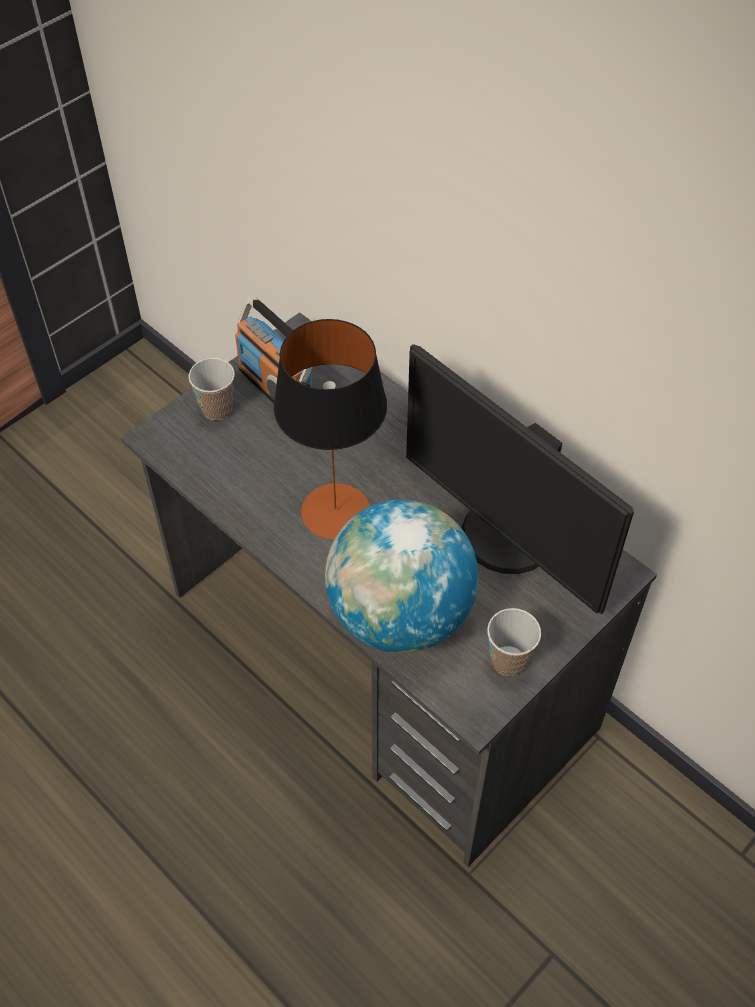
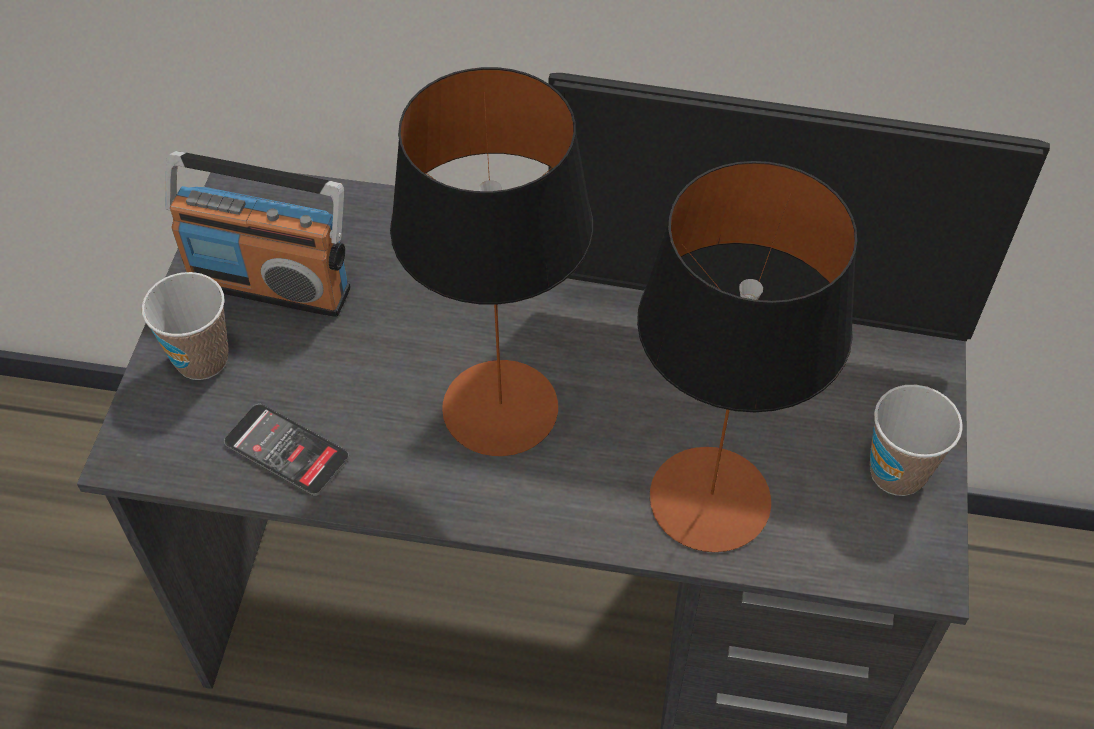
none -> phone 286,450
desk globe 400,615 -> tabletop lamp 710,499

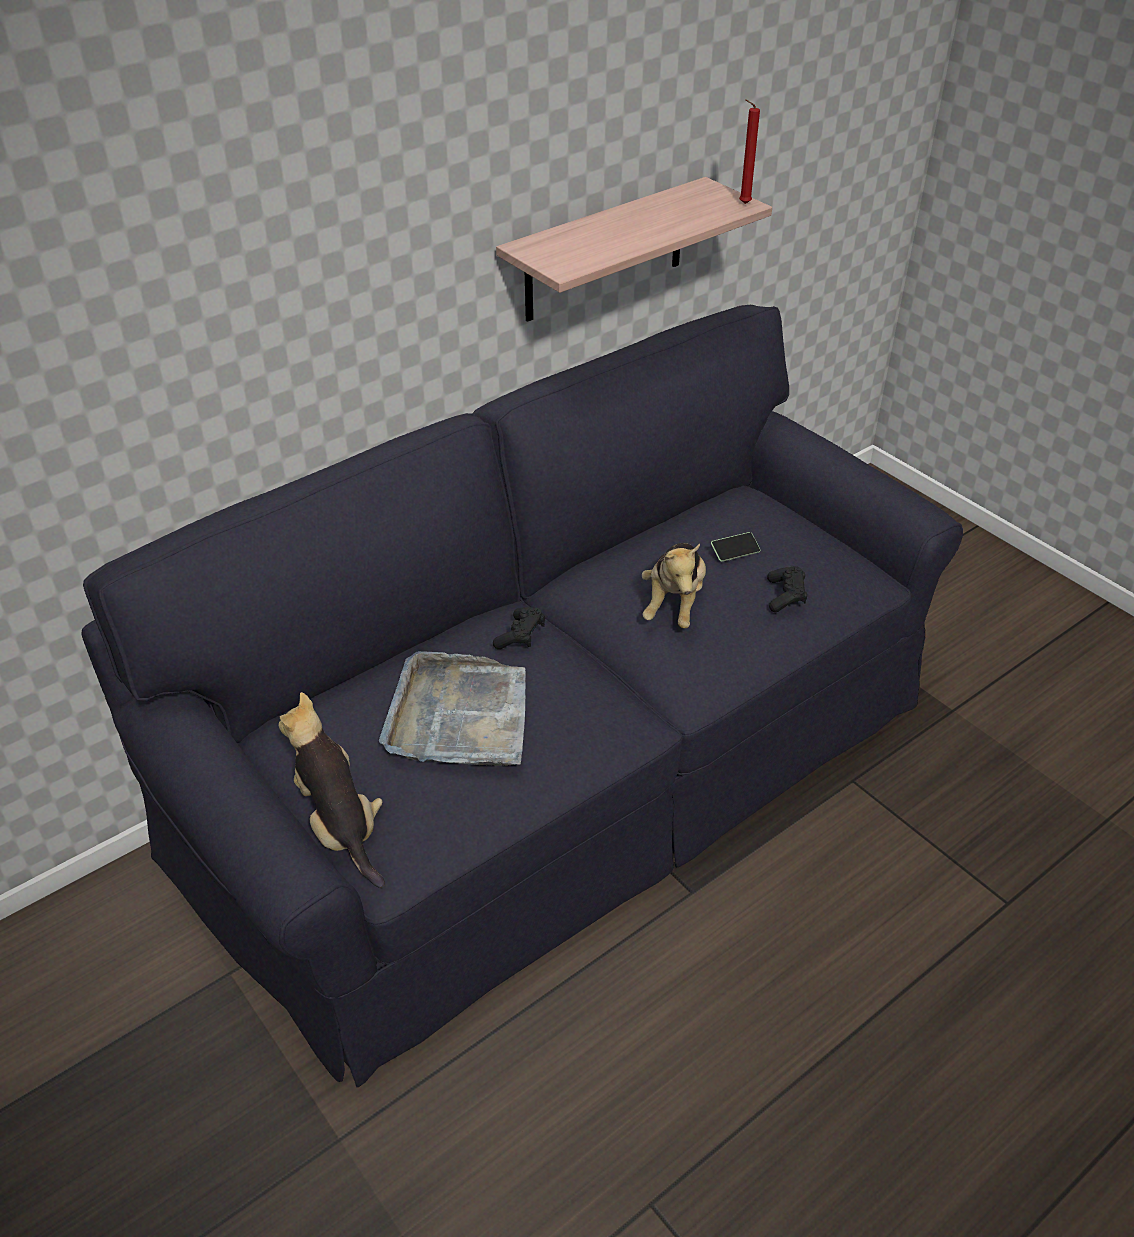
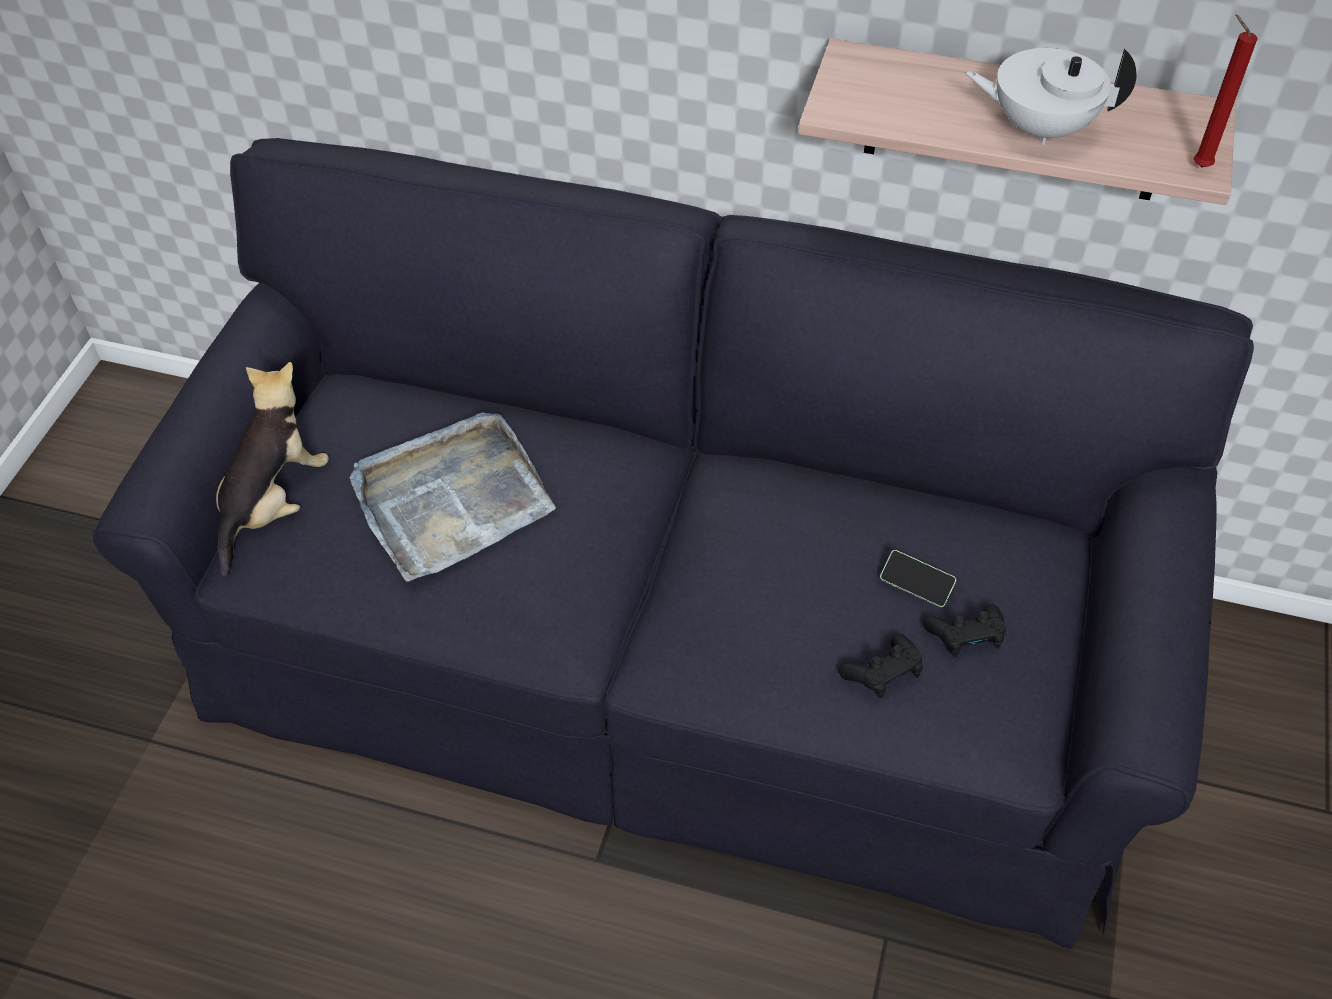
soft toy 674,604 -> none
none -> white teapot 1040,128
black-coloured joypad 521,636 -> black-coloured joypad 966,637, relocated

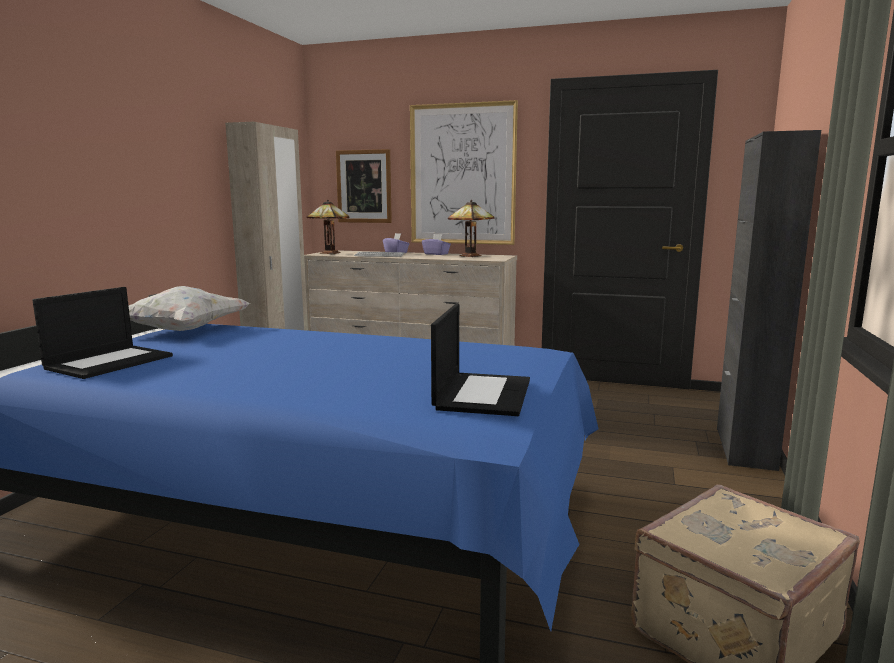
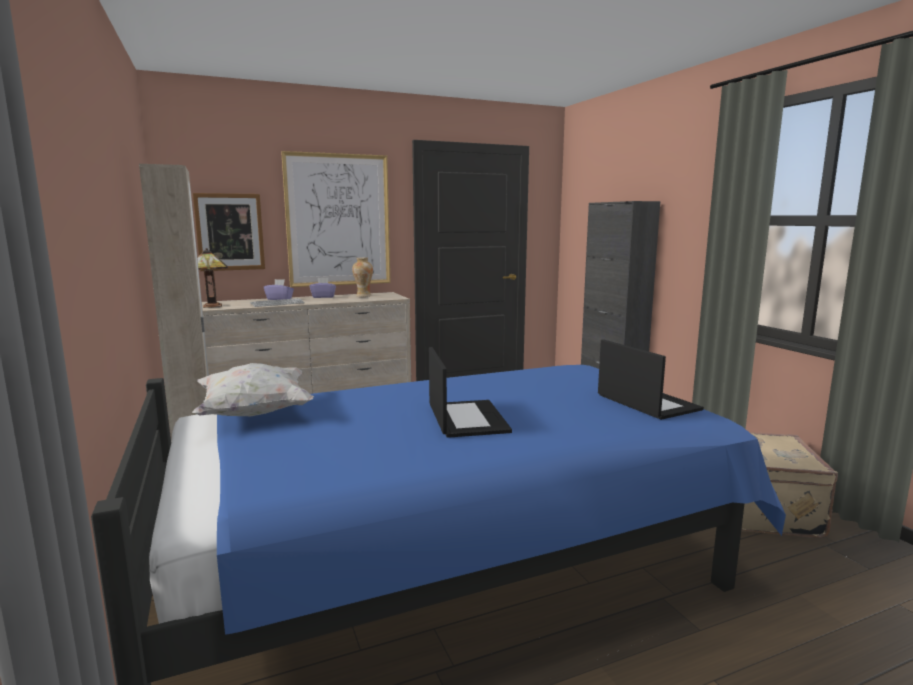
notebook computer 110,362 -> notebook computer 466,418, relocated
tabletop lamp 472,256 -> flower vase 363,296

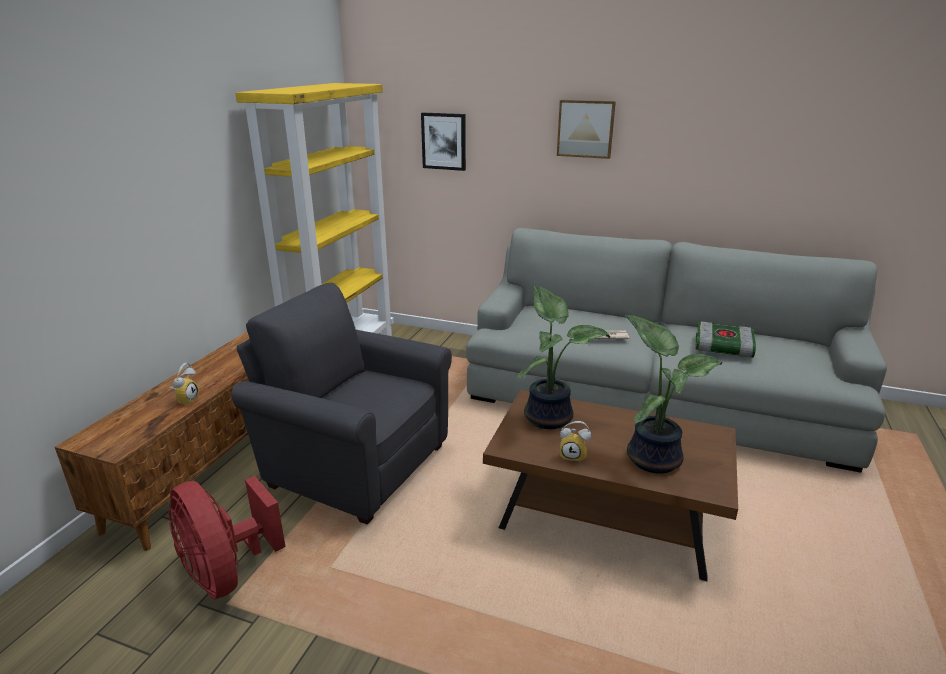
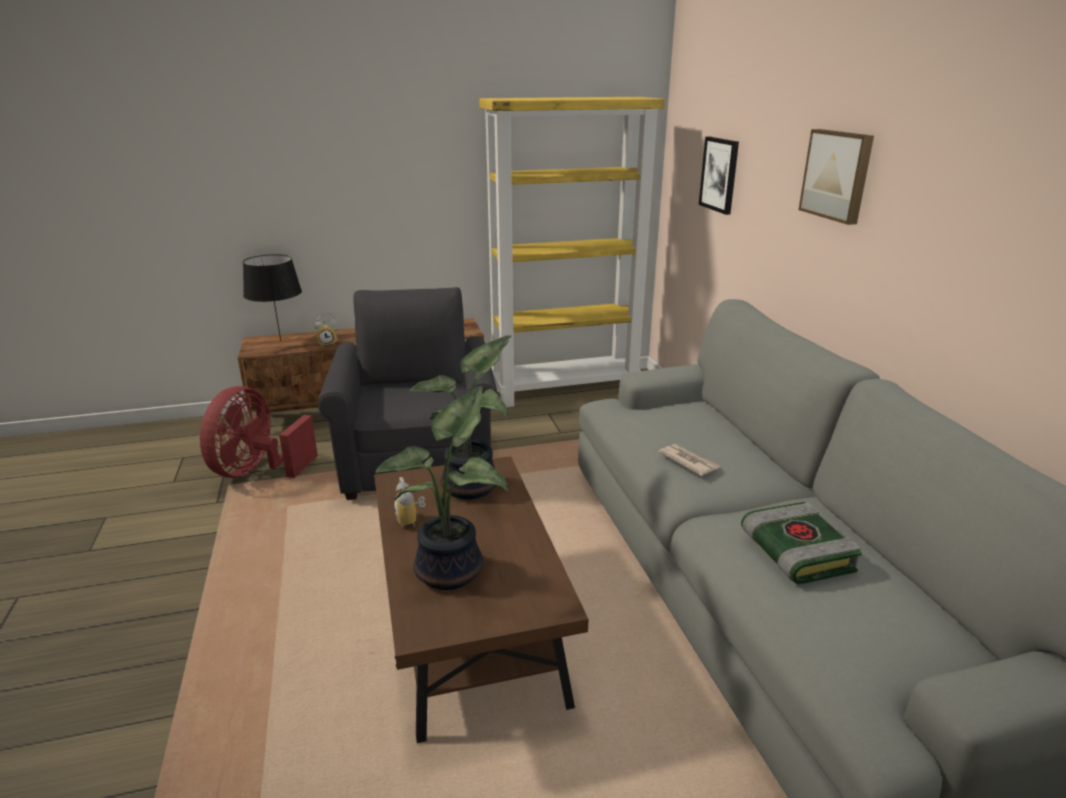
none -> black-coloured tabletop lamp 280,340

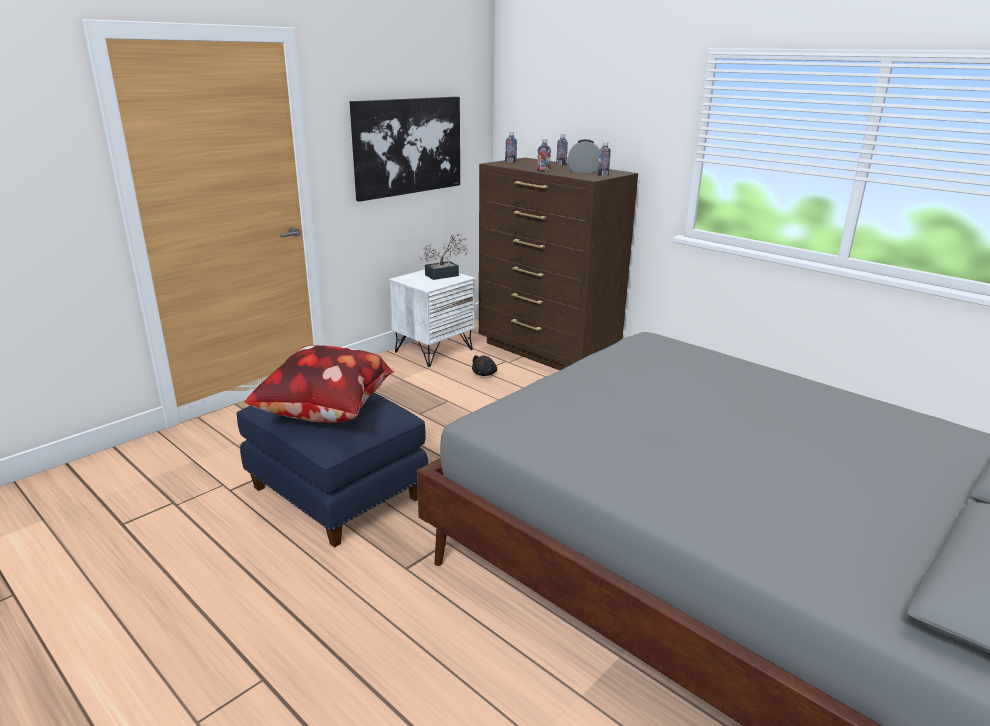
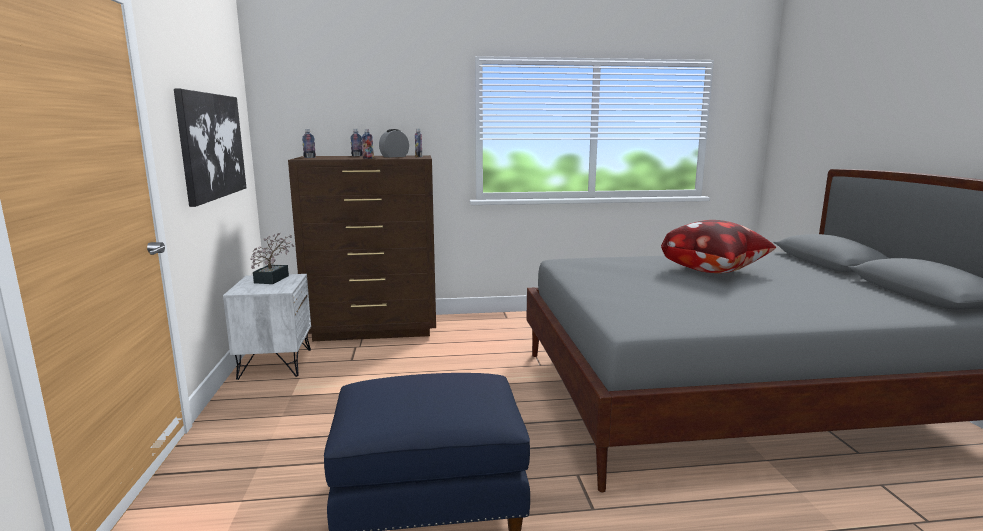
black-coloured soft toy 485,374 -> none
throw pillow 326,415 -> throw pillow 715,271, relocated

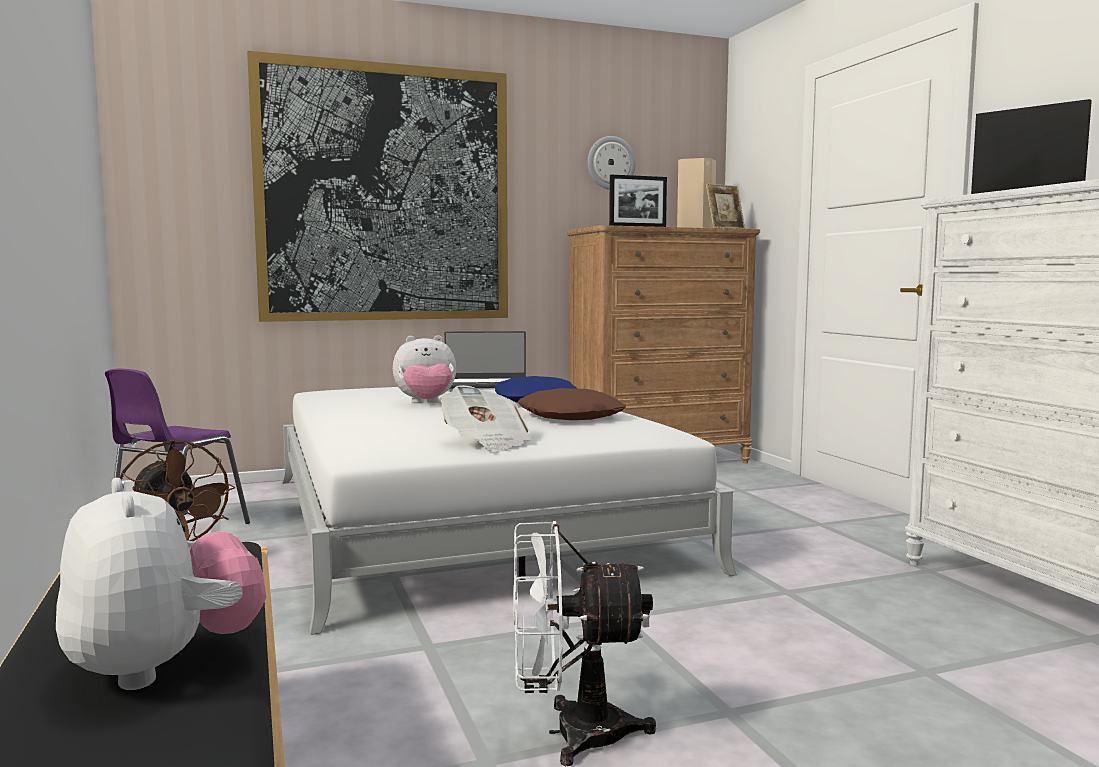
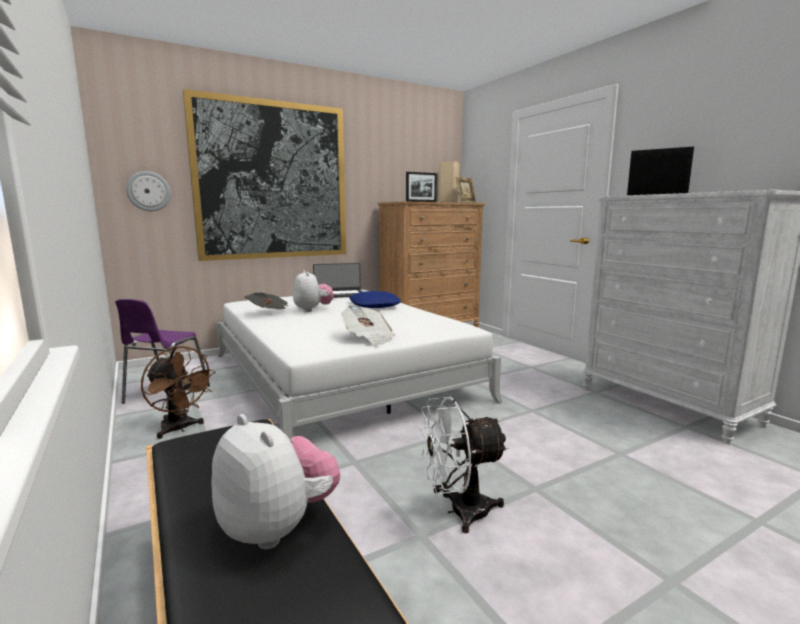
brown-coloured throw pillow 571,417 -> none
none -> newspaper 269,313
hanging clock 611,163 -> hanging clock 148,191, relocated
soft toy 426,403 -> soft toy 312,310, 90 degrees counterclockwise

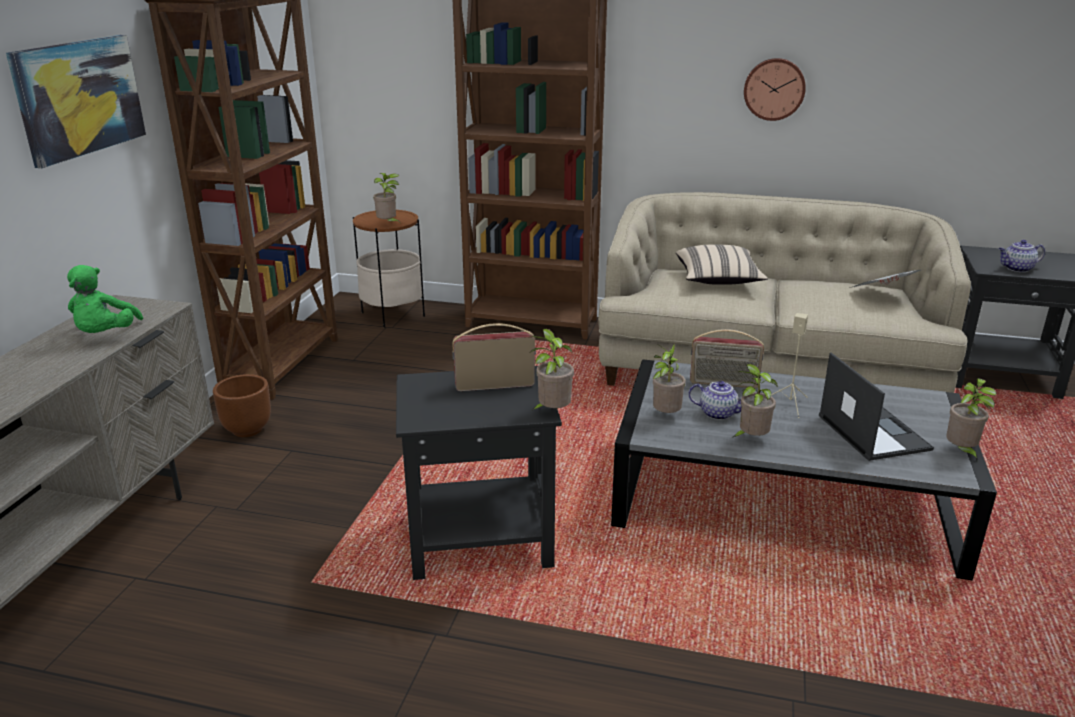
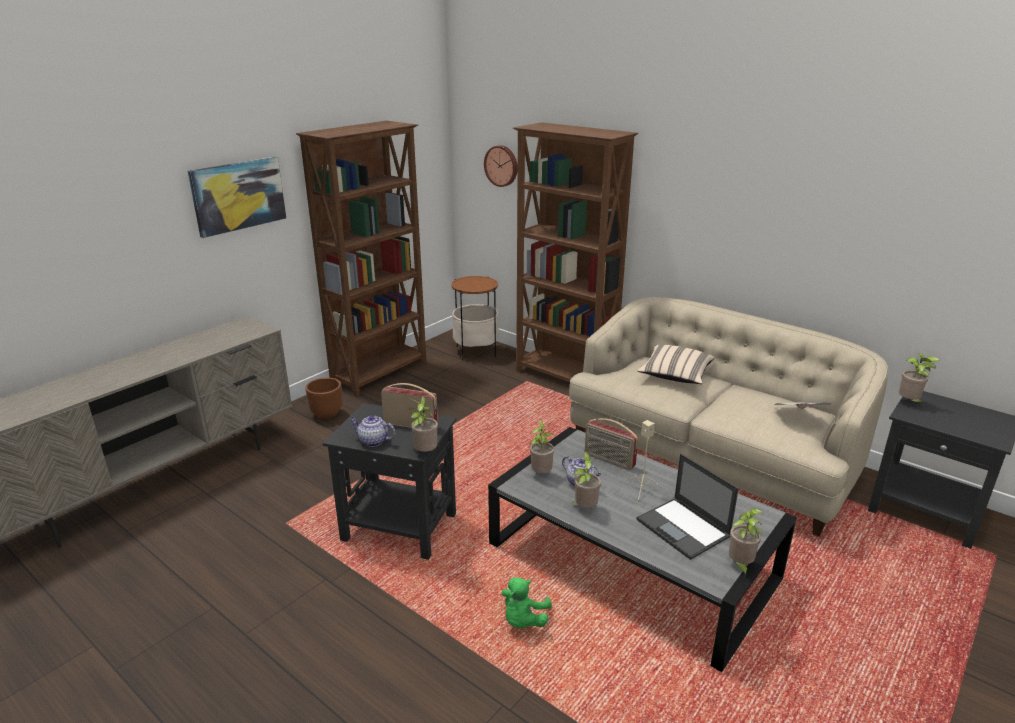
greenish soft toy 105,335 -> greenish soft toy 523,621, relocated
potted plant 388,224 -> potted plant 909,402, relocated
hanging clock 774,89 -> hanging clock 502,165, relocated
teapot 1016,269 -> teapot 373,441, relocated
notebook computer 872,432 -> notebook computer 684,528, 135 degrees clockwise

